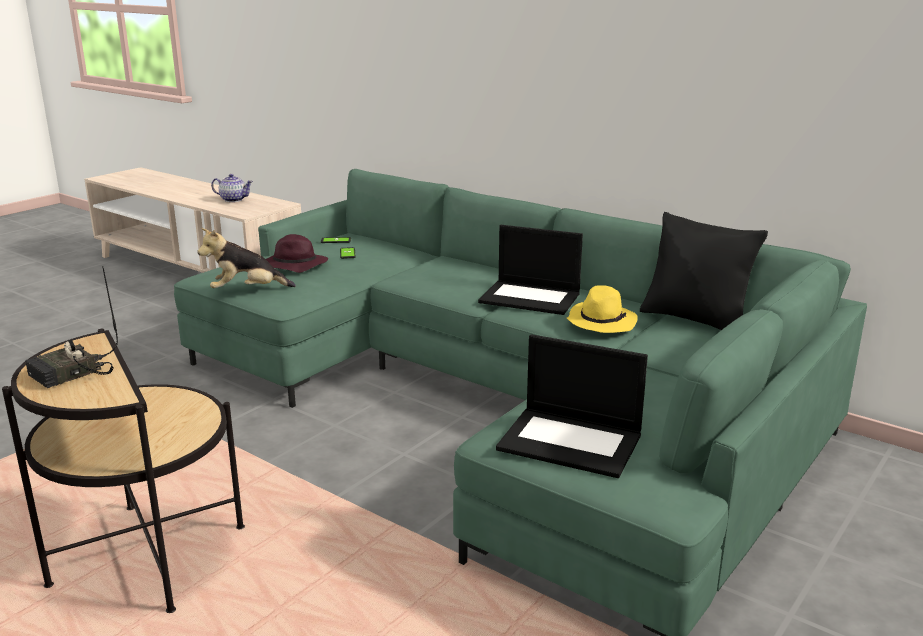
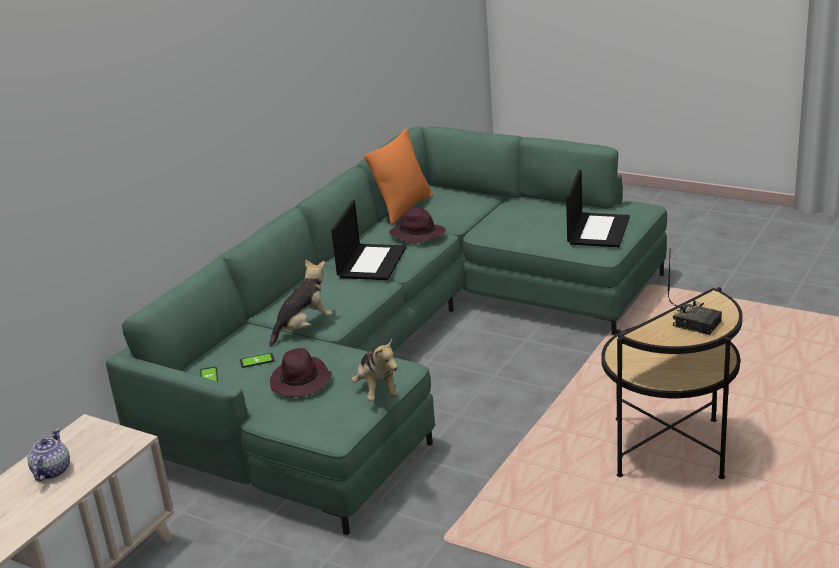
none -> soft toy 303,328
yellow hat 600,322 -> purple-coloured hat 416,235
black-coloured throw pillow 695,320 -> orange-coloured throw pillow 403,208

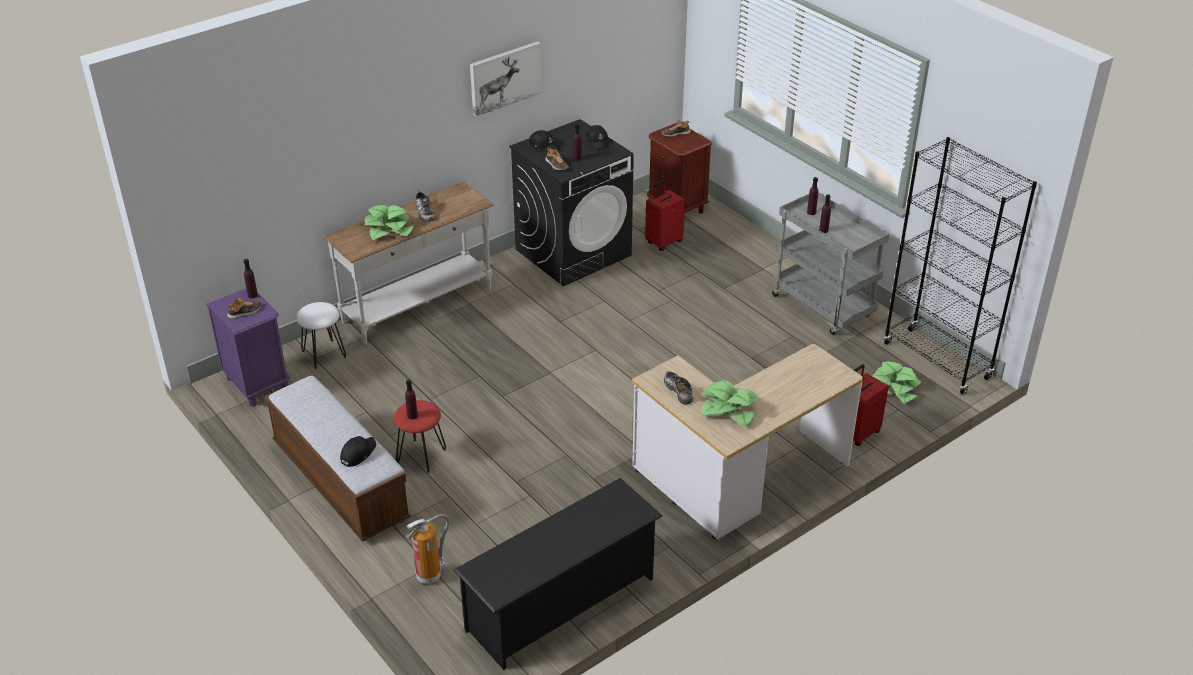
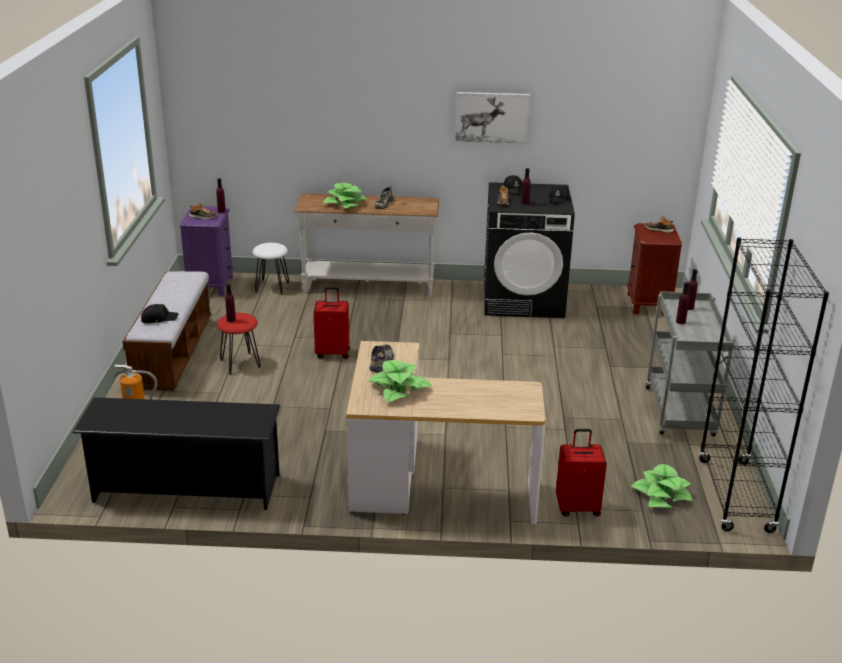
reddish travel case 663,242 -> reddish travel case 333,353, relocated

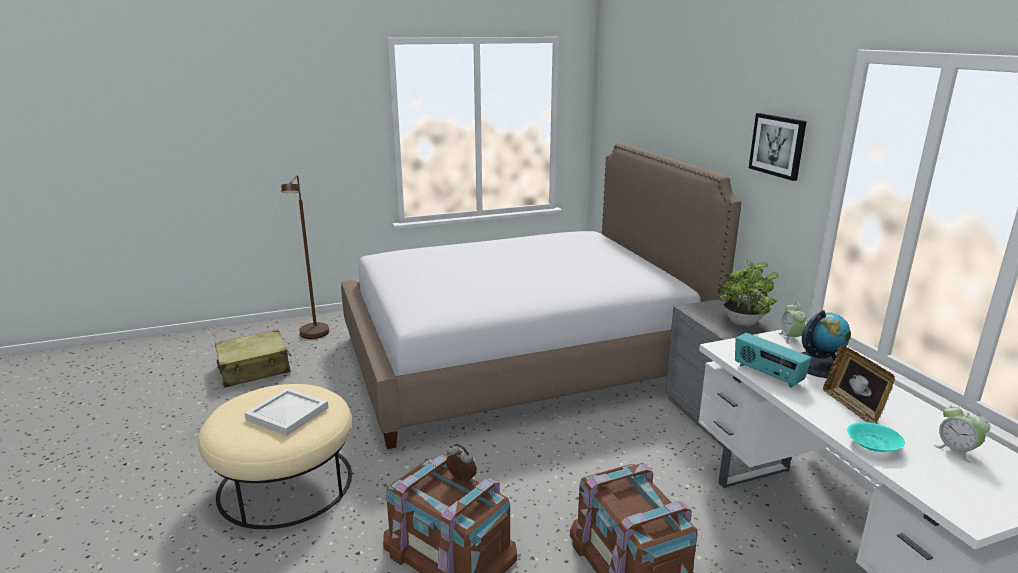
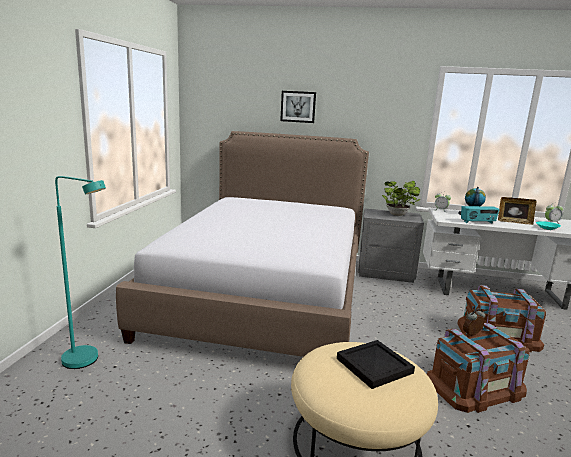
beige-coloured travel case 255,369 -> none
wall picture 778,145 -> wall picture 298,106, relocated
white serving tray 286,414 -> black-coloured serving tray 374,366
brown-coloured standing lamp 313,336 -> turquoise-coloured standing lamp 87,362

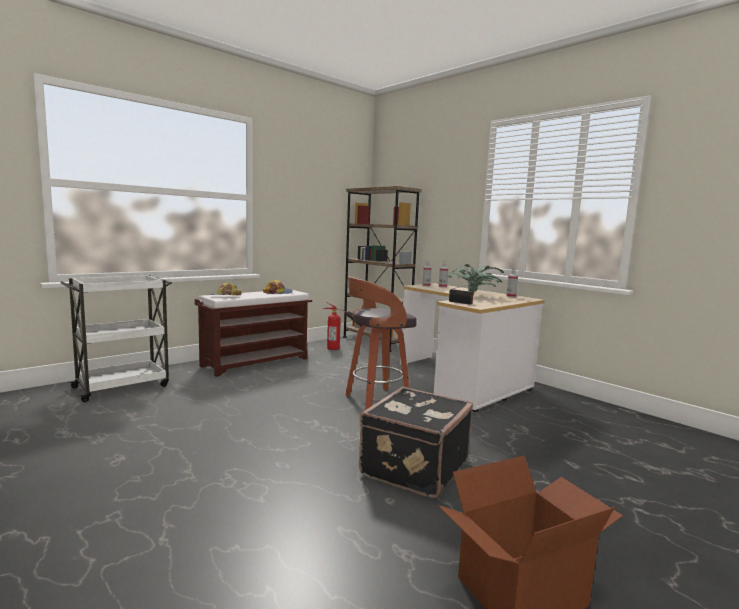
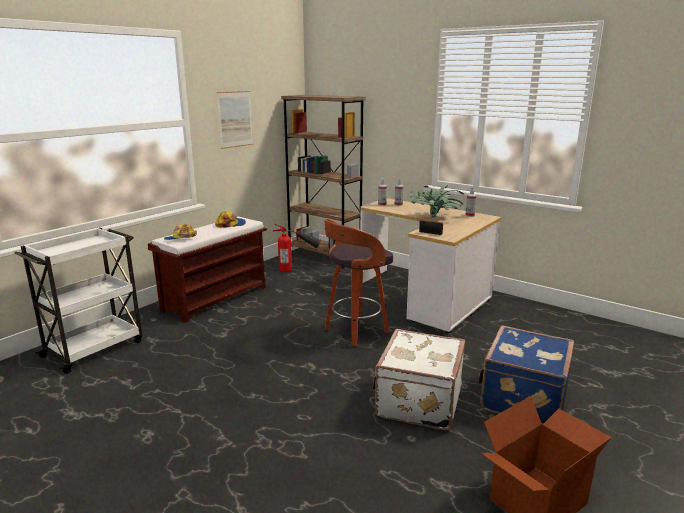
none -> wall picture 235,119
none -> blue-coloured travel case 522,398
black-coloured travel case 412,467 -> white travel case 417,401

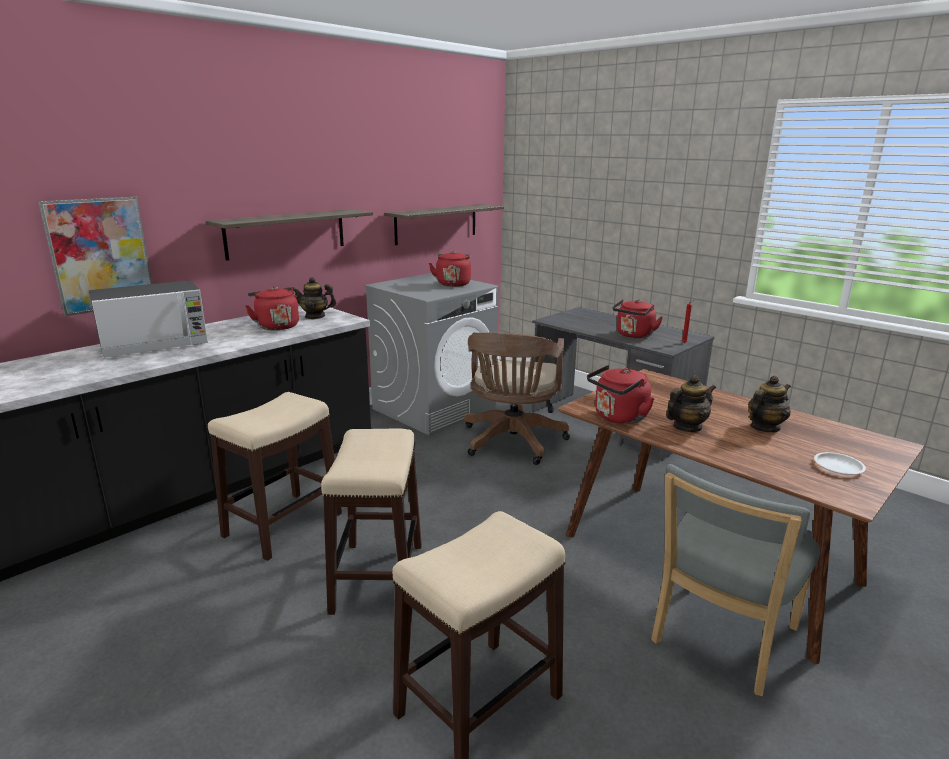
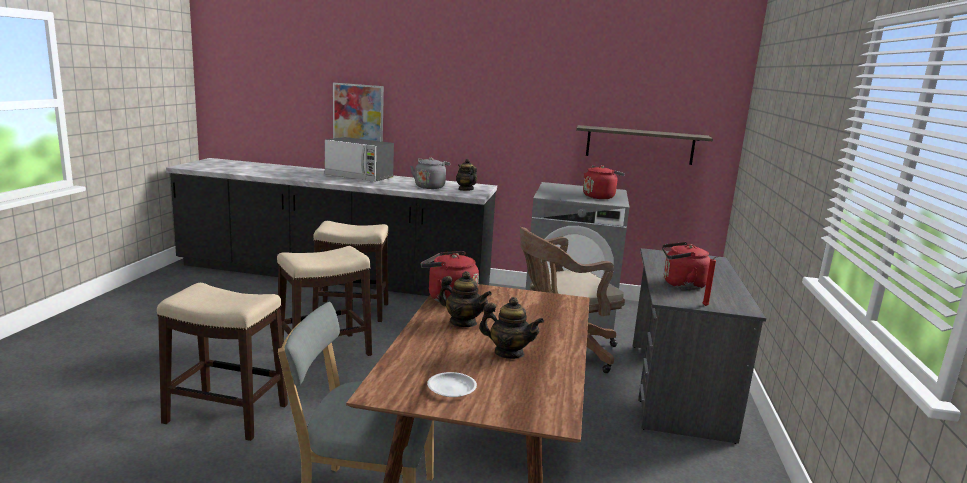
shelf 286,233 -> none
reddish tea kettle 276,326 -> greyish tea kettle 430,186

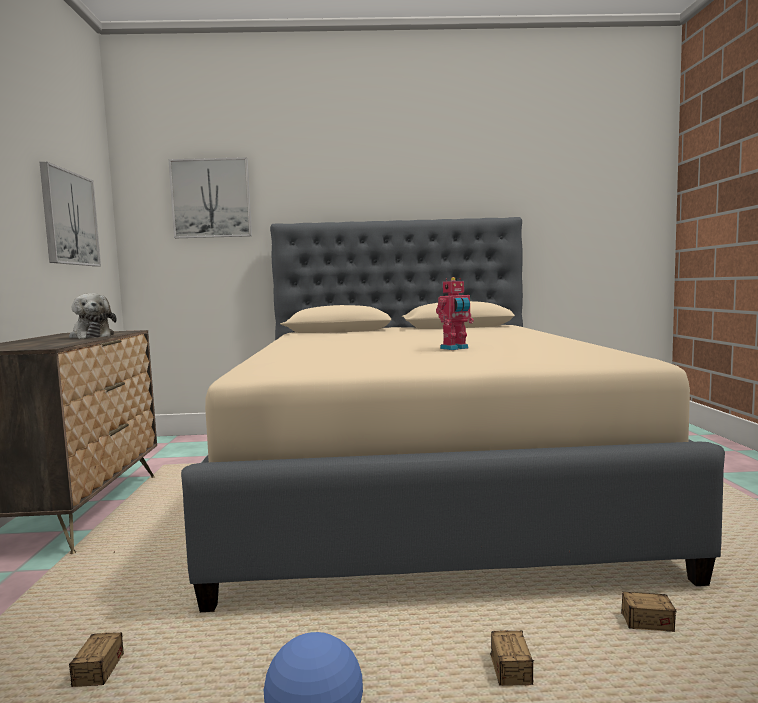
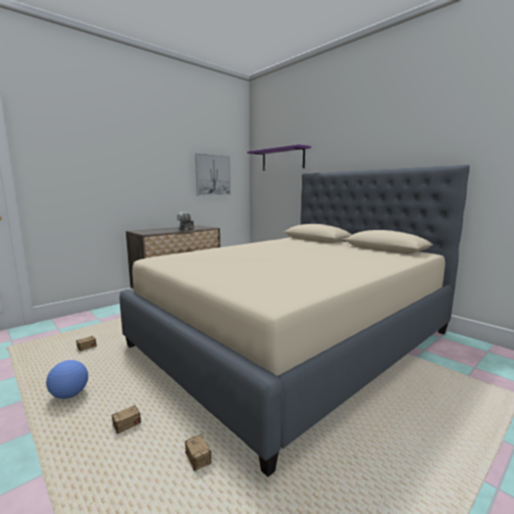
model robot 455,348 -> none
wall picture 211,198 -> purple-coloured shelf 282,159

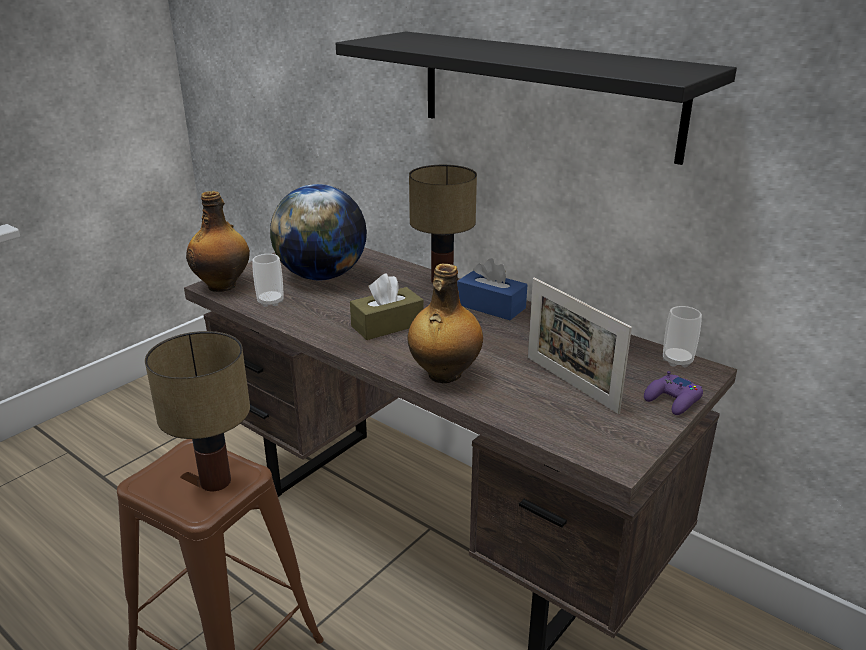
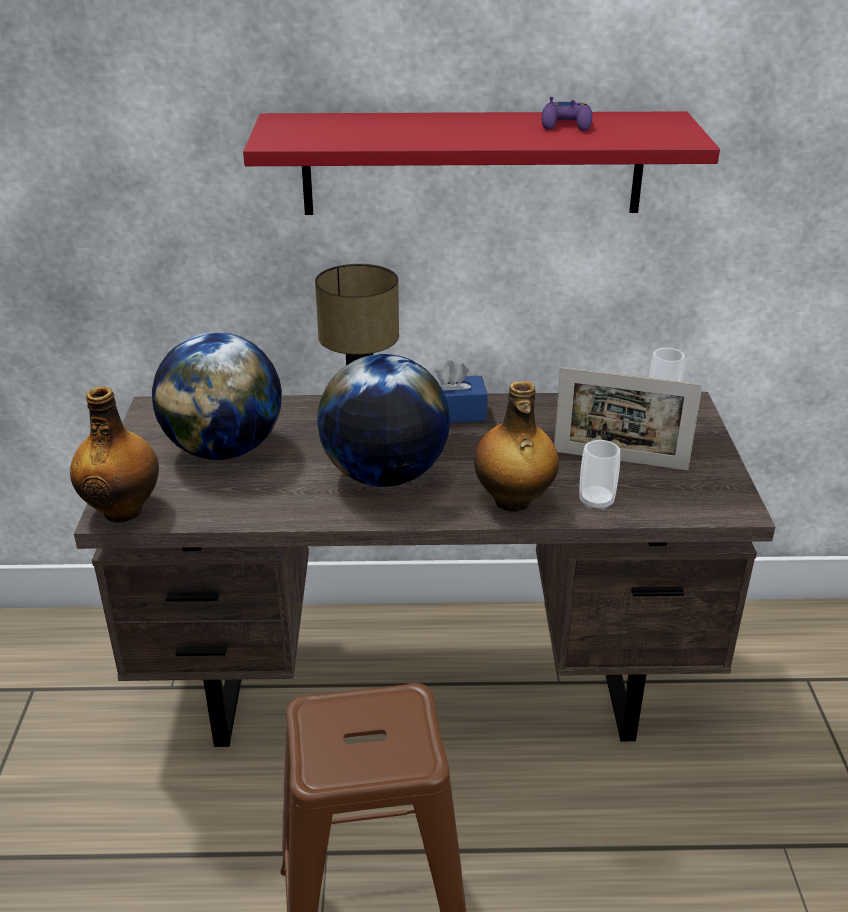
tabletop lamp 217,481 -> none
drinking cup 270,302 -> drinking cup 596,502, relocated
purple-coloured joypad 673,400 -> purple-coloured joypad 566,124, relocated
brown-coloured tissue box 387,325 -> desk globe 384,475
black-coloured shelf 545,93 -> reddish shelf 472,163

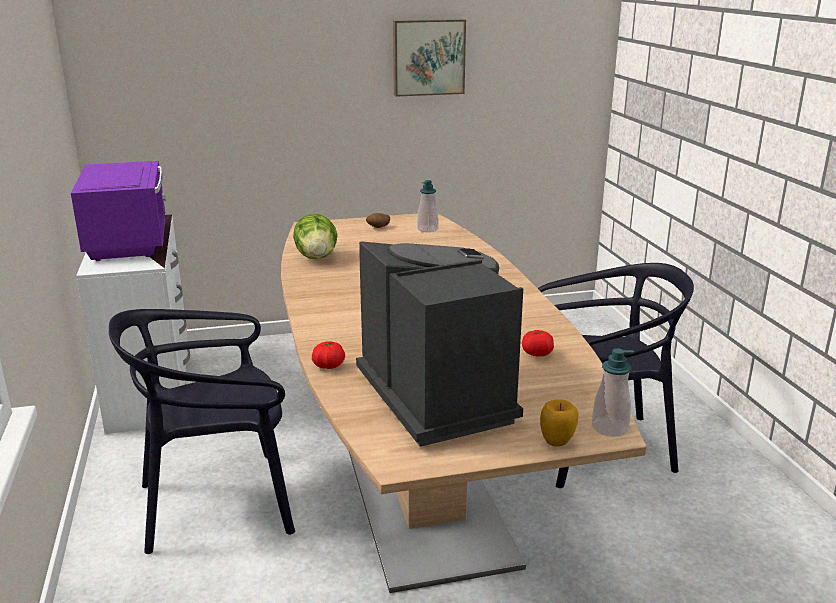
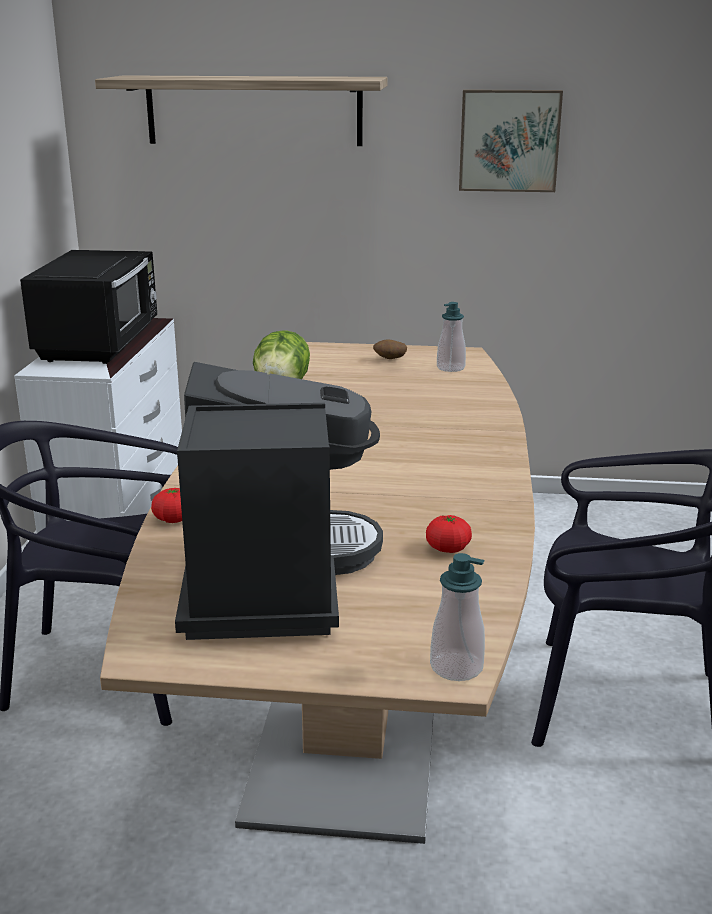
whole apple 557,442 -> none
none -> shelf 254,110
purple-coloured microwave 129,241 -> black-coloured microwave 100,344

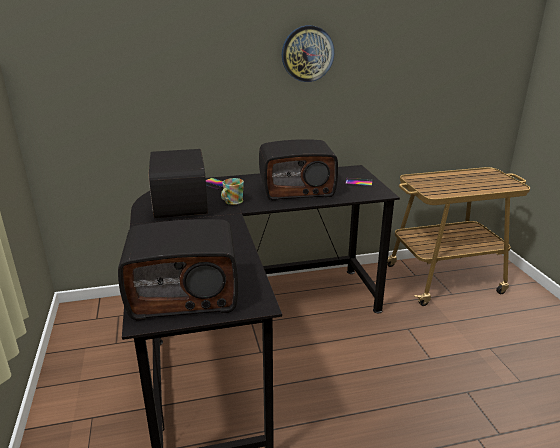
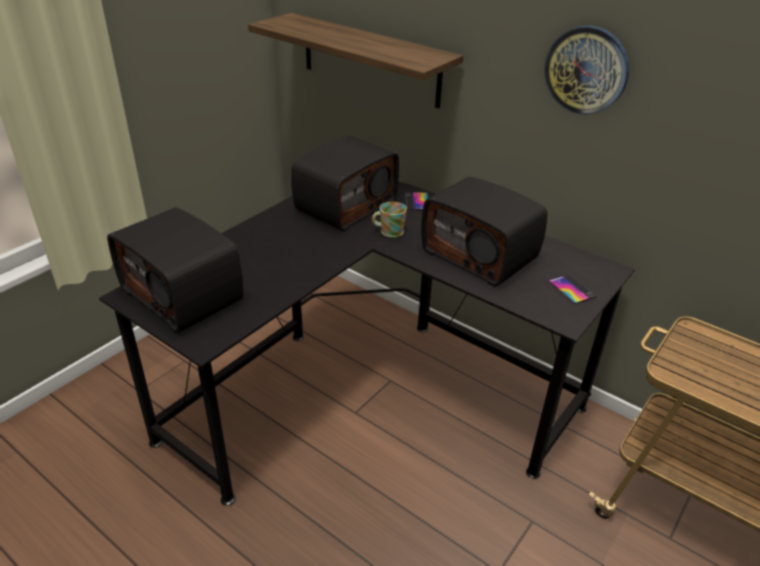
none -> shelf 370,60

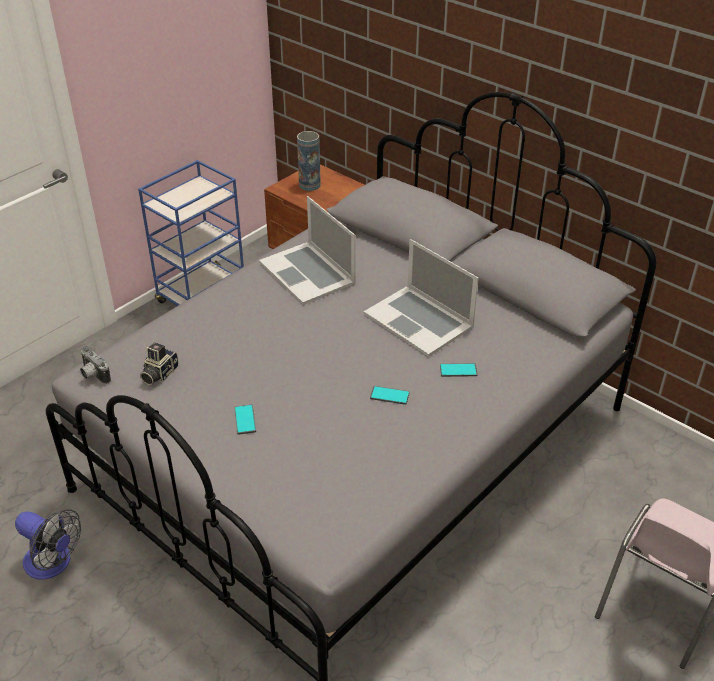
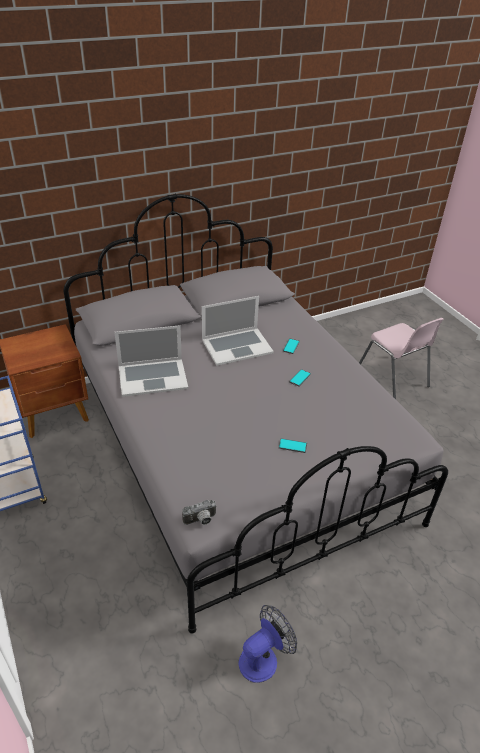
still camera 158,374 -> none
flower vase 309,185 -> none

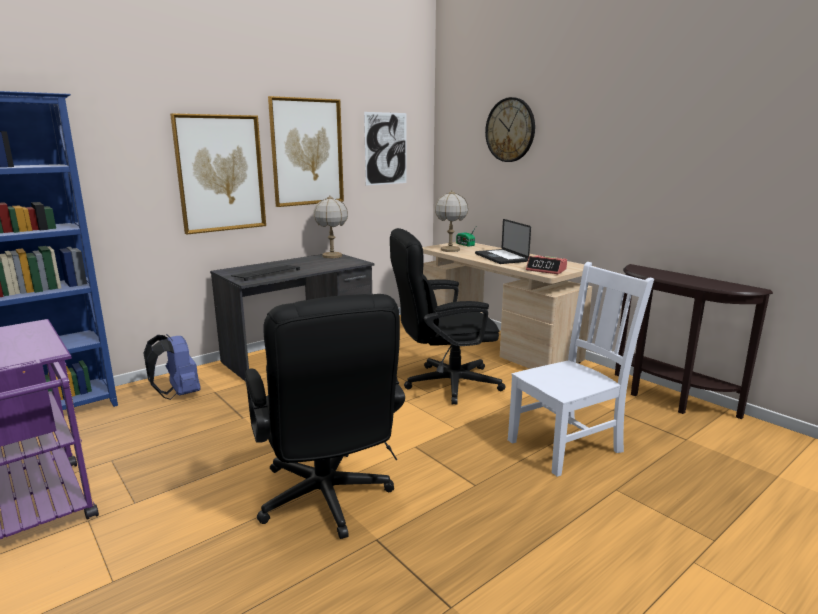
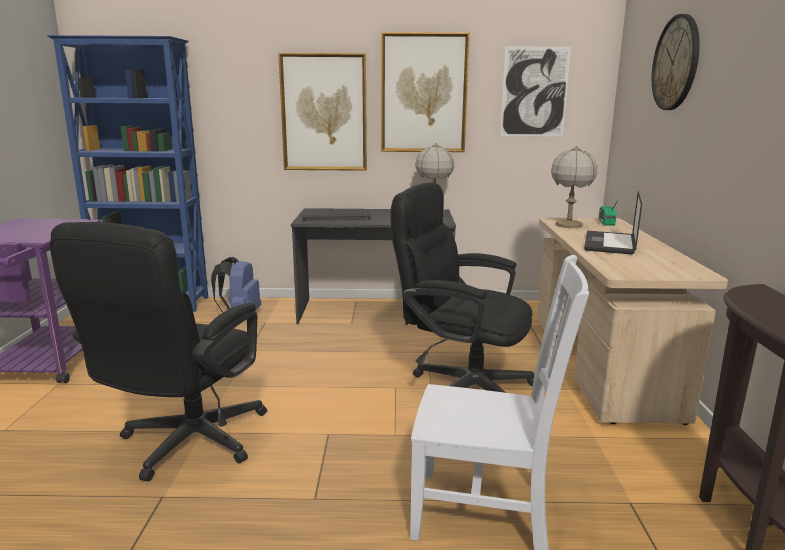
bedside clock 546,270 -> none

